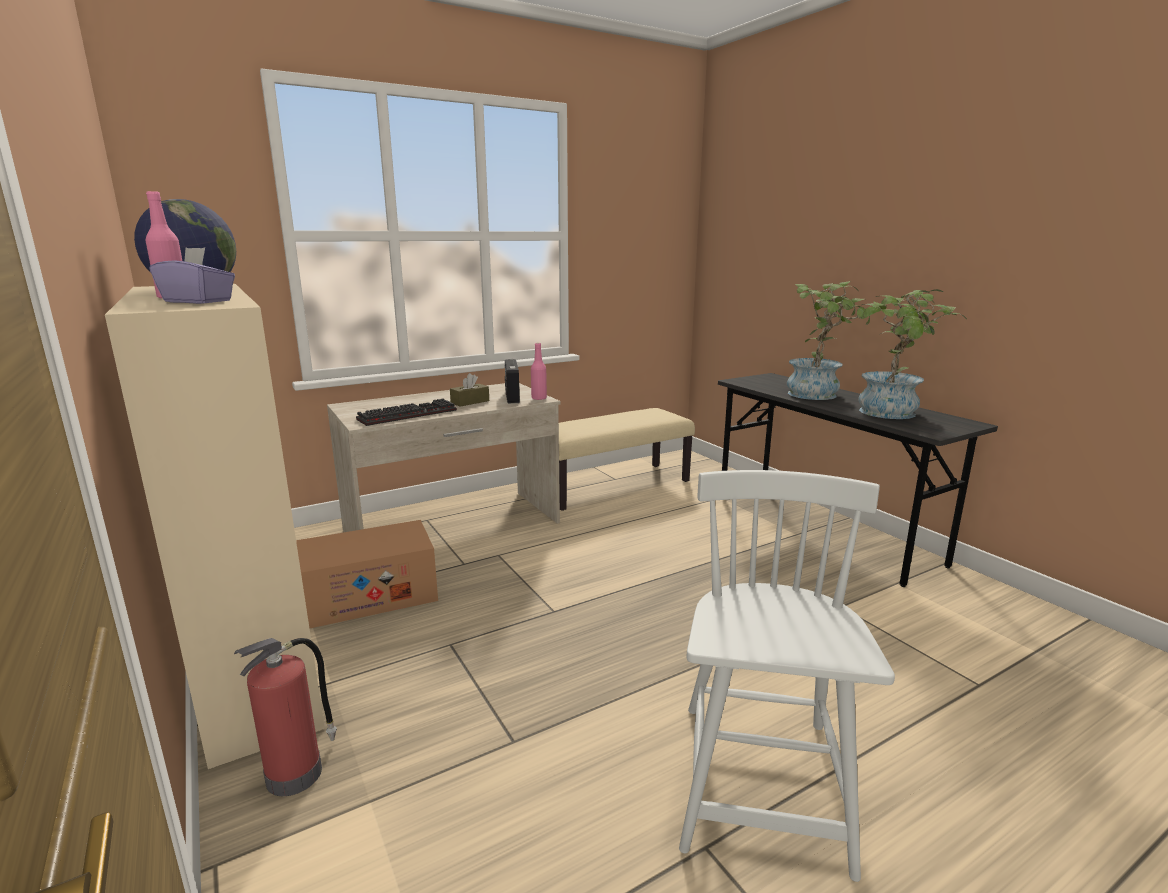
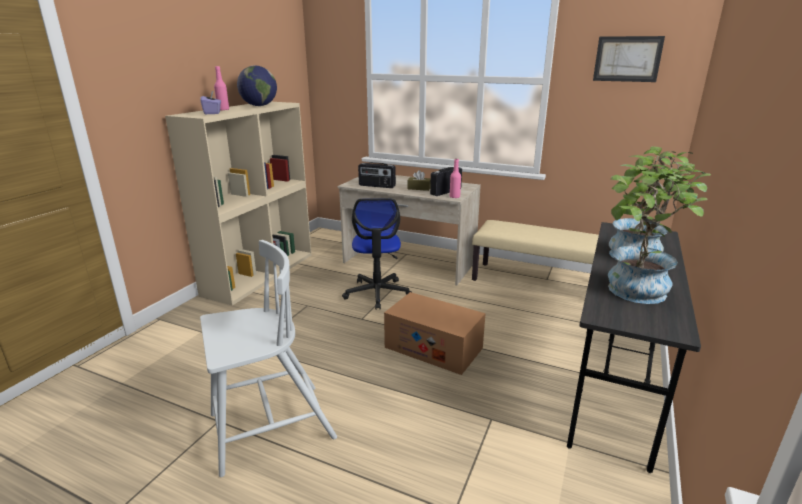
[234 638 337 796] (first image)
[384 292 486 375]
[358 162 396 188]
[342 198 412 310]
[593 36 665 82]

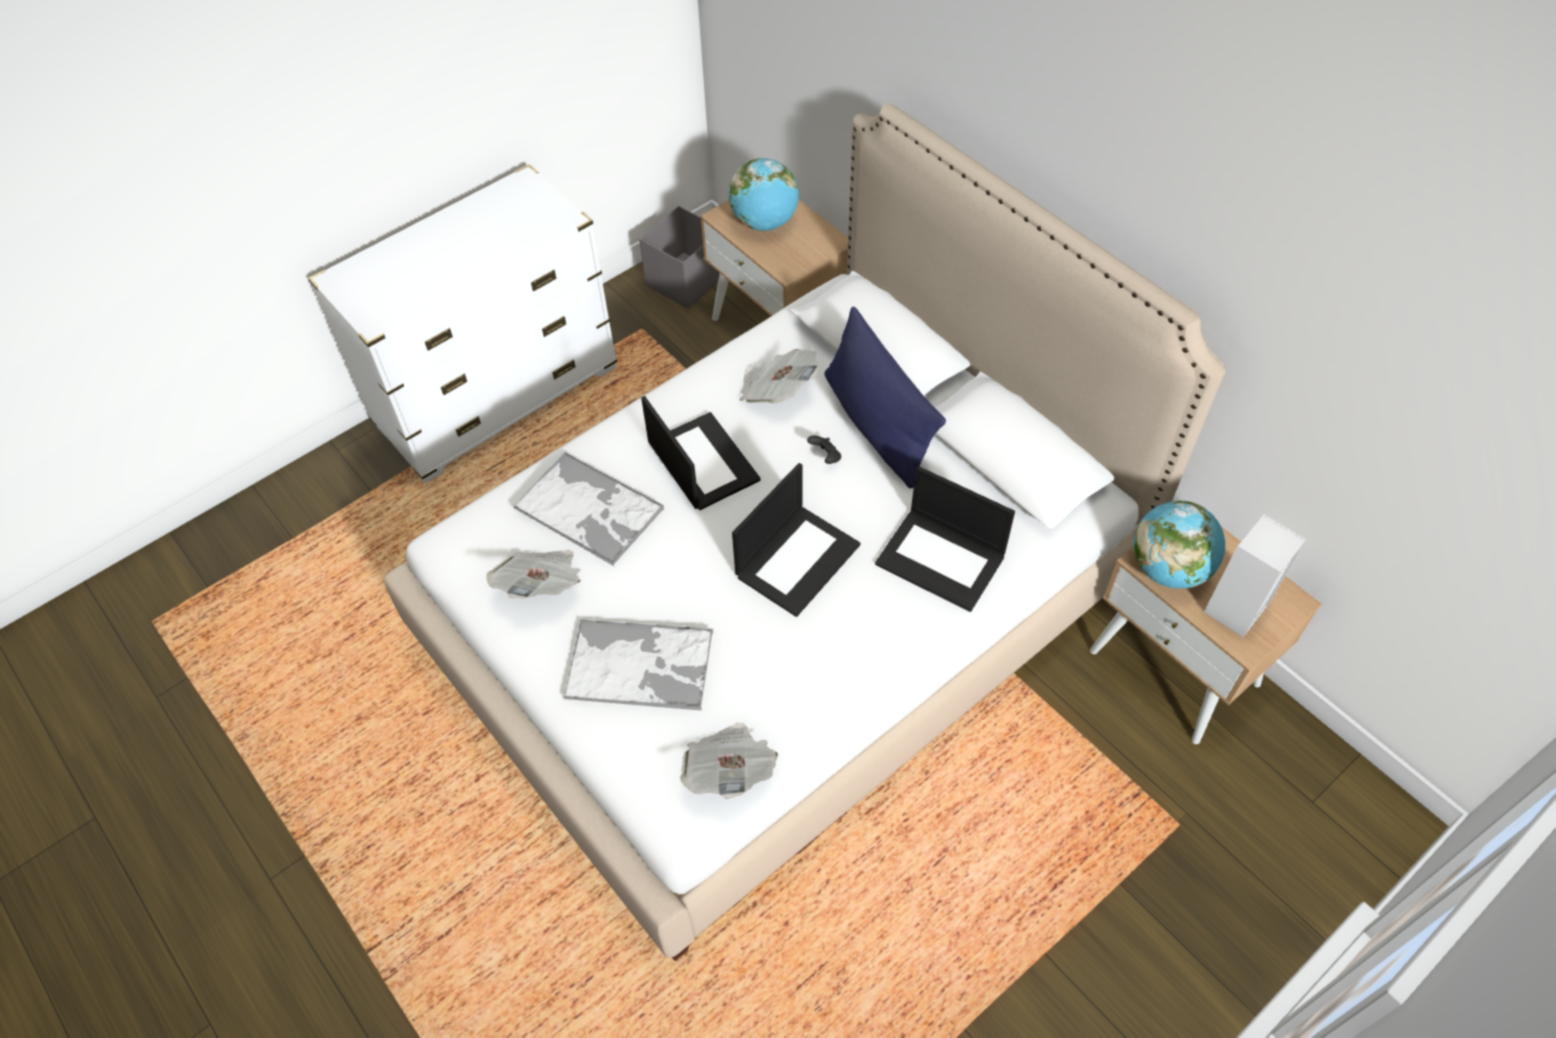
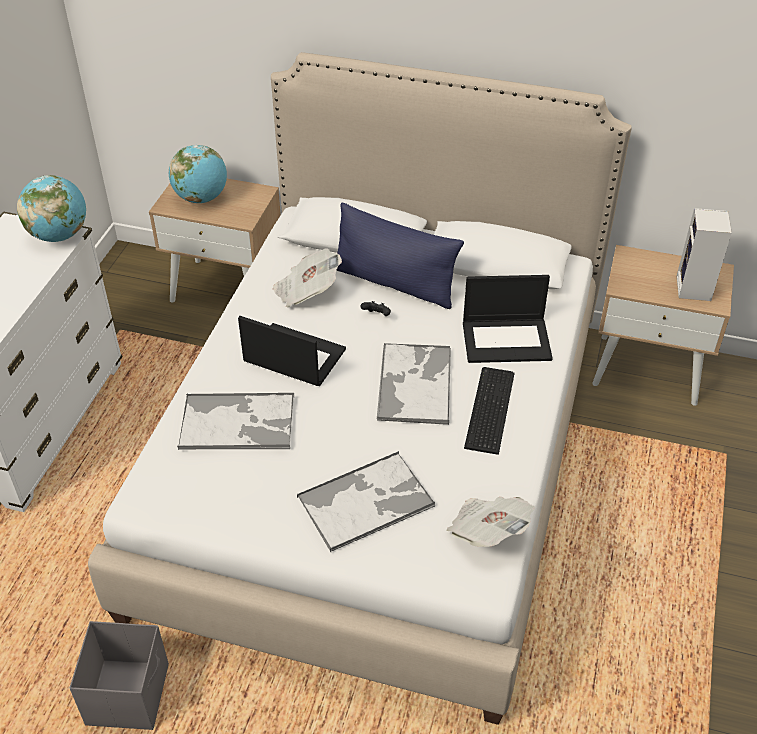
[486 550 581 598] (first image)
[69 621 169 730]
[377 343 451 425]
[17 175 86 242]
[464 367 515 455]

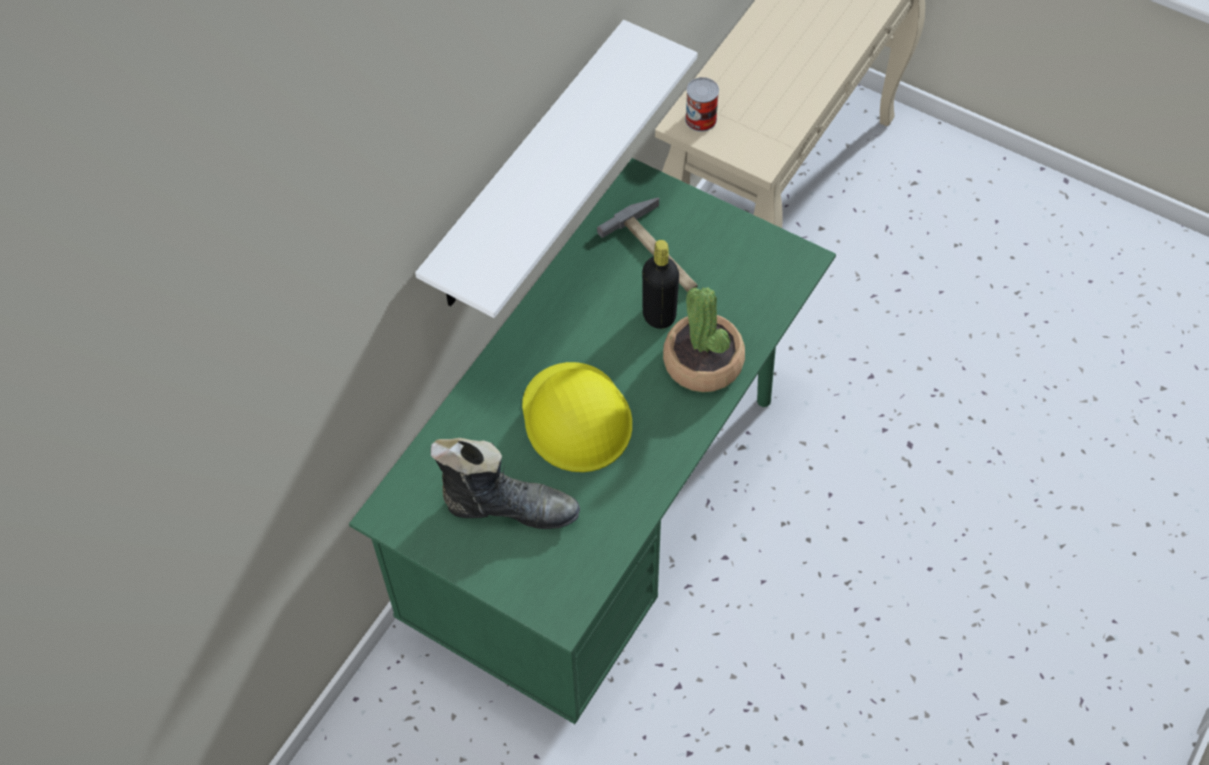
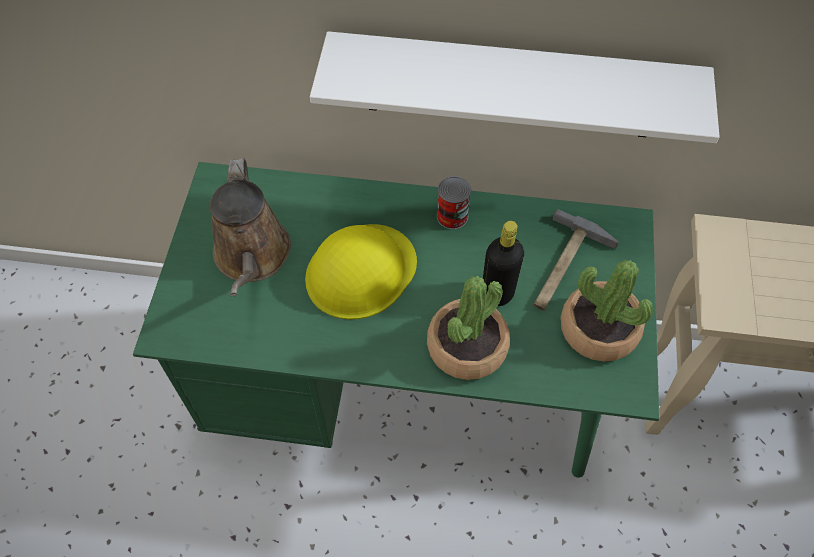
[210 158 291 296]
[437 176 471 229]
[561 260 653 362]

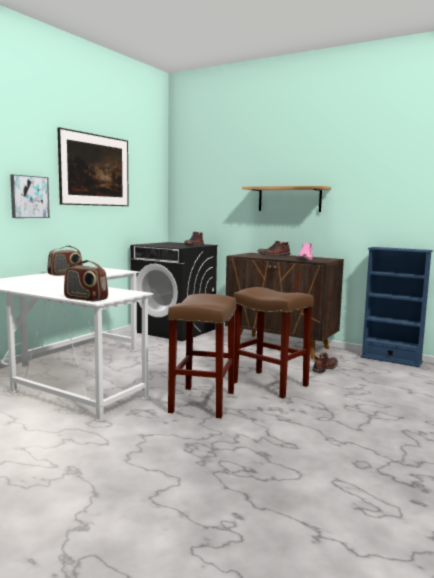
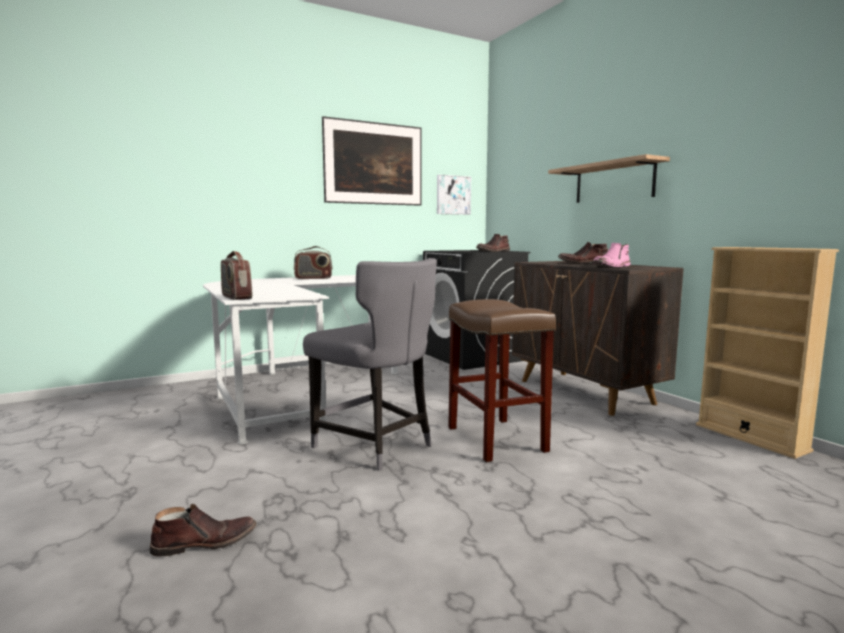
[437 175 471 215]
[303 258 437 470]
[150 504 257 557]
[696 247 839 459]

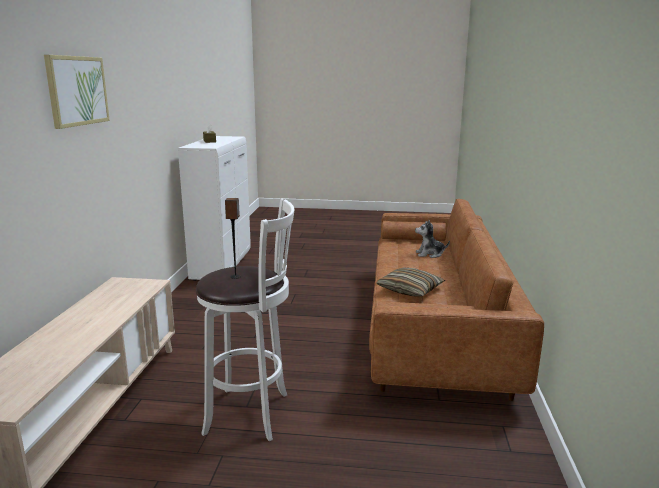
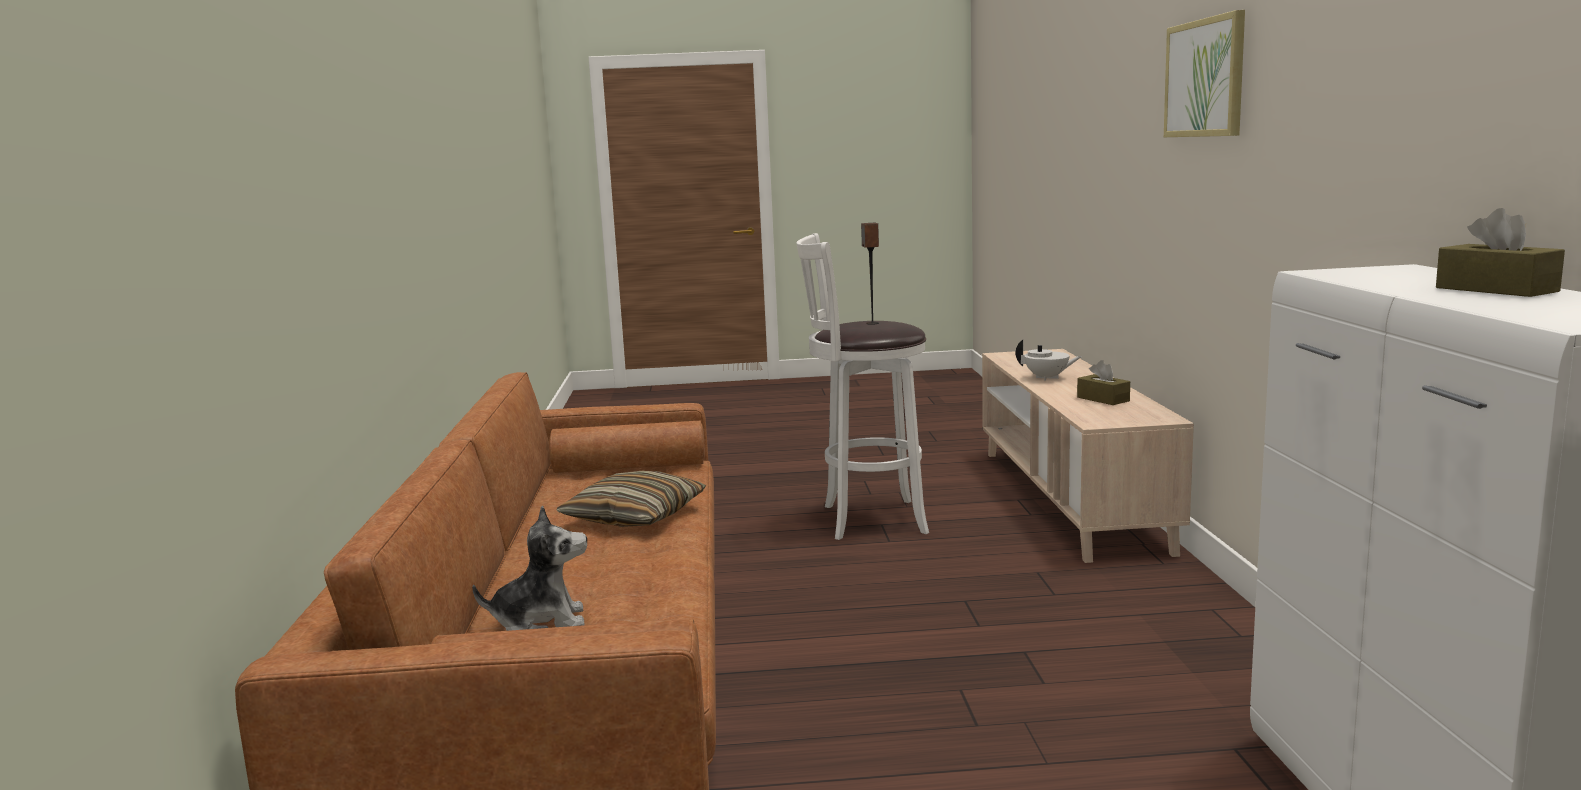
[1016 340 1082 381]
[1077 360 1130 405]

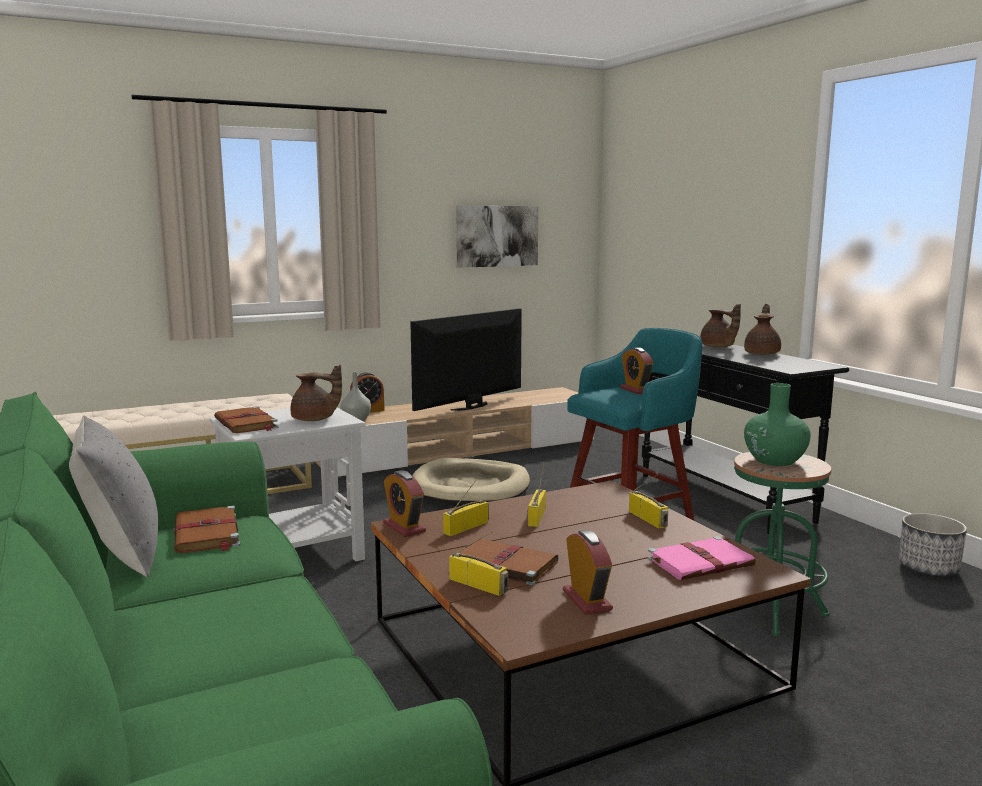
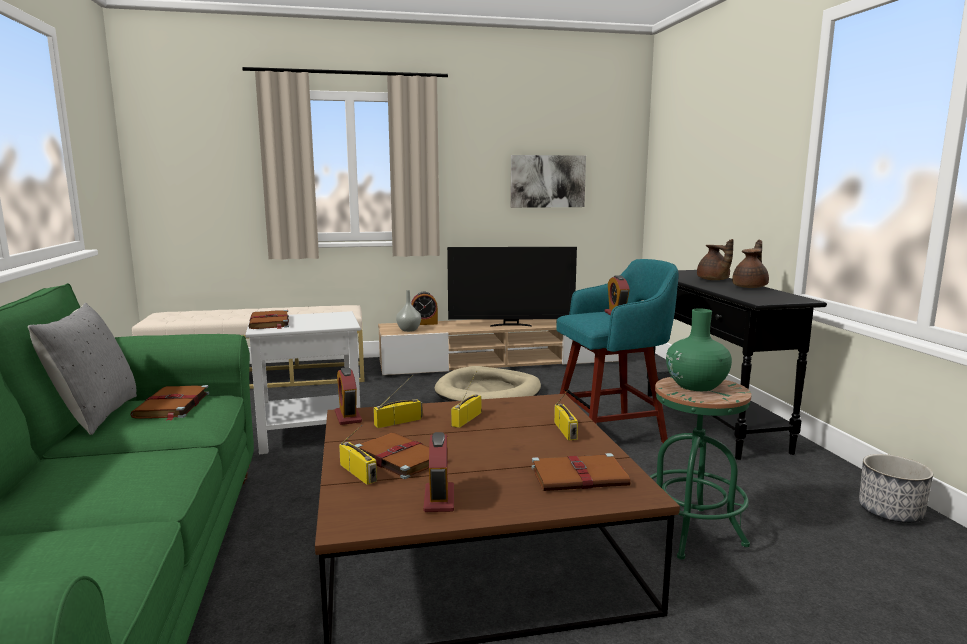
[290 365 342 421] (first image)
[447 247 577 327]
[532 453 631 491]

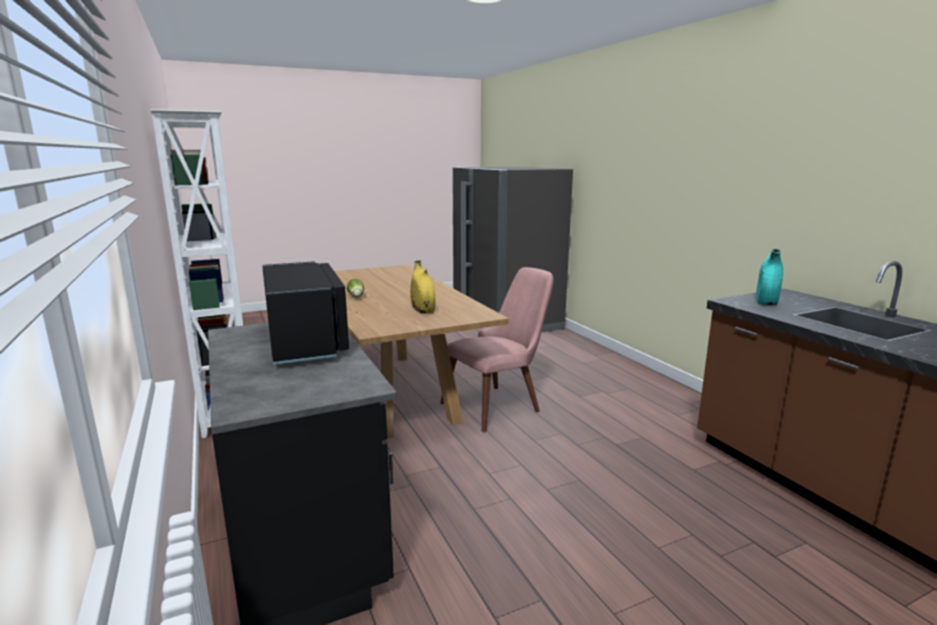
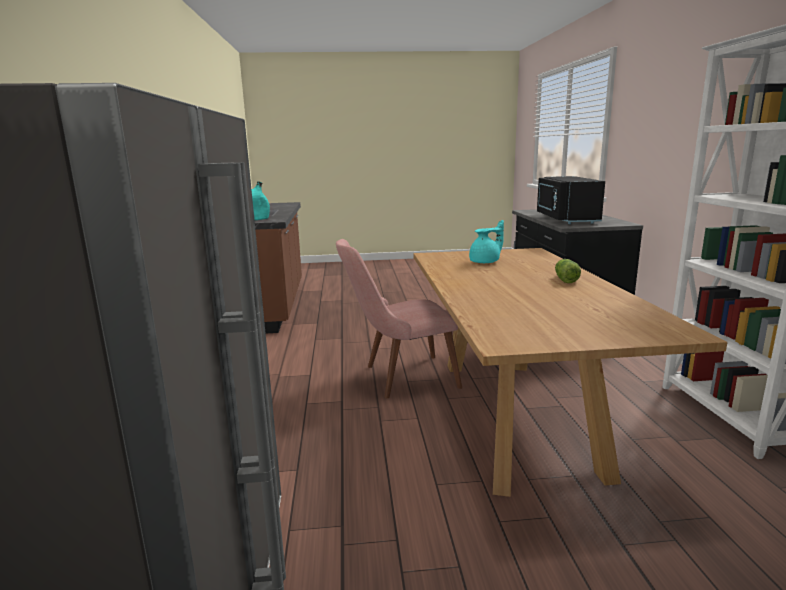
[469 220 504 263]

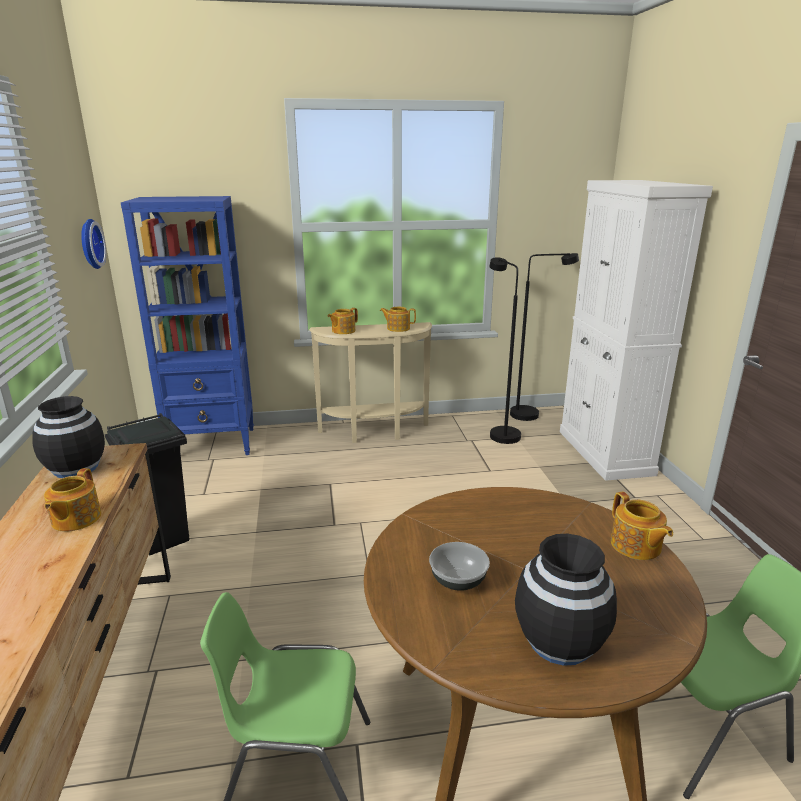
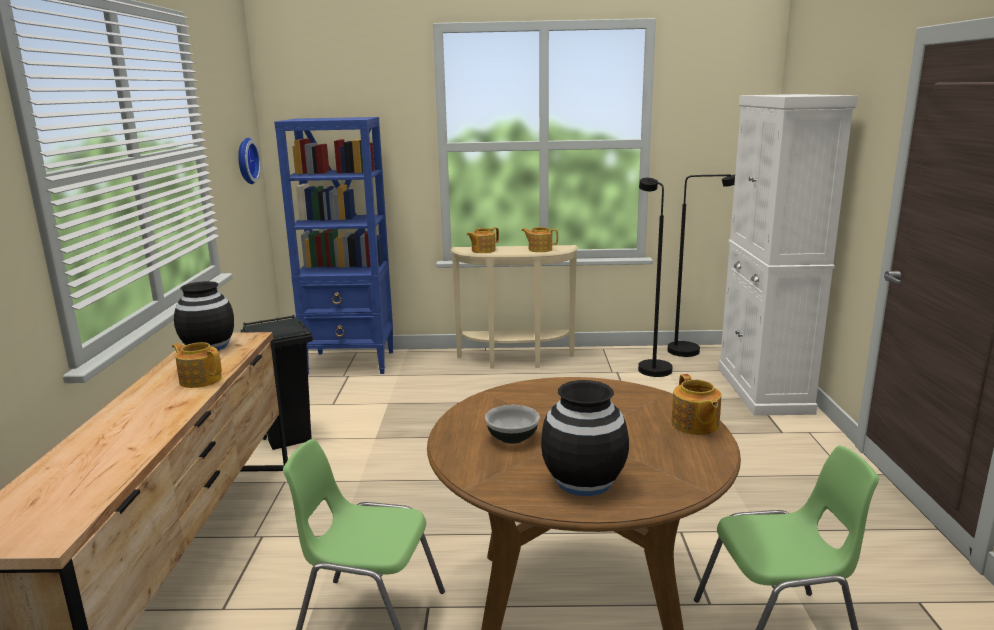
[172 342 222 388]

